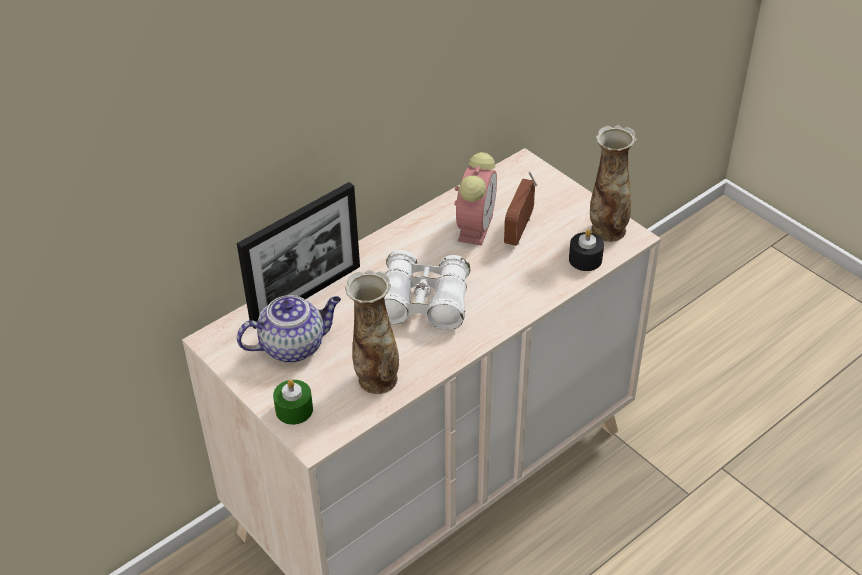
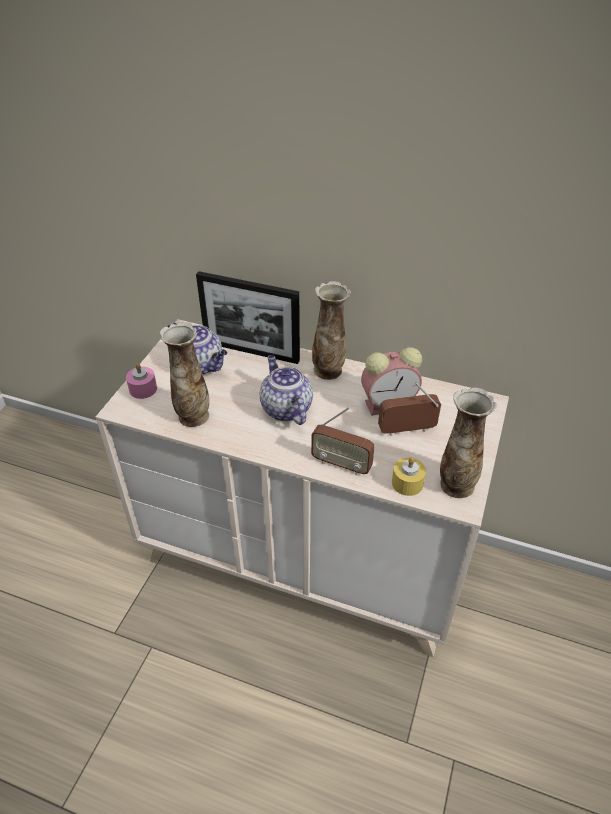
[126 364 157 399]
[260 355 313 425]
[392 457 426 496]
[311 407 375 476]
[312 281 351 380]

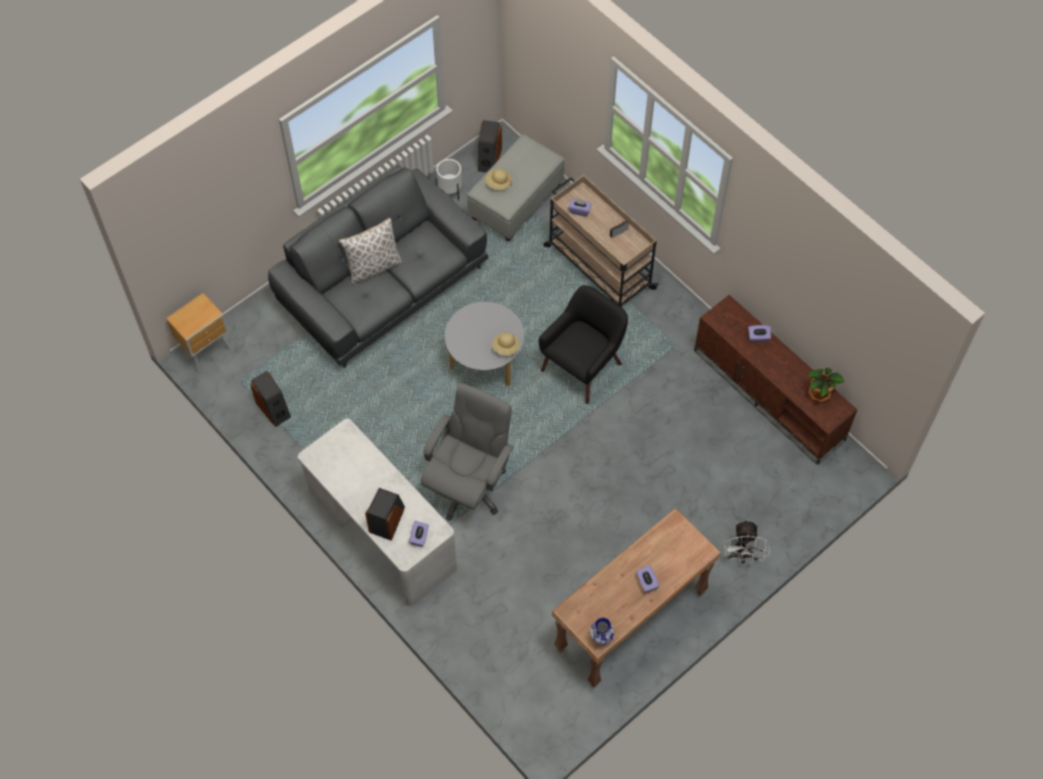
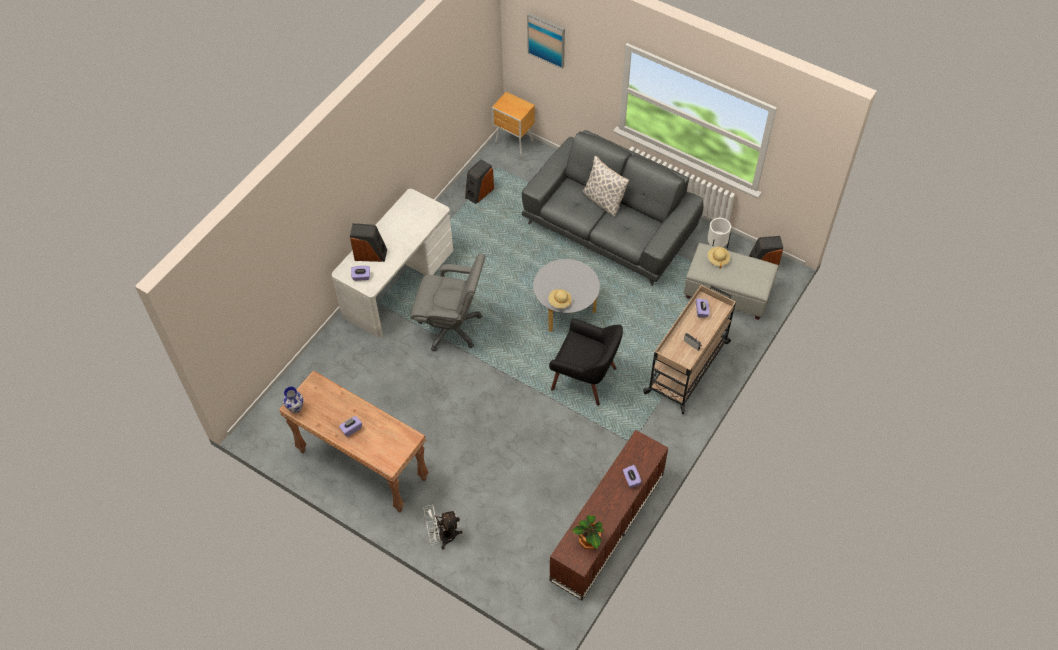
[527 13 565 69]

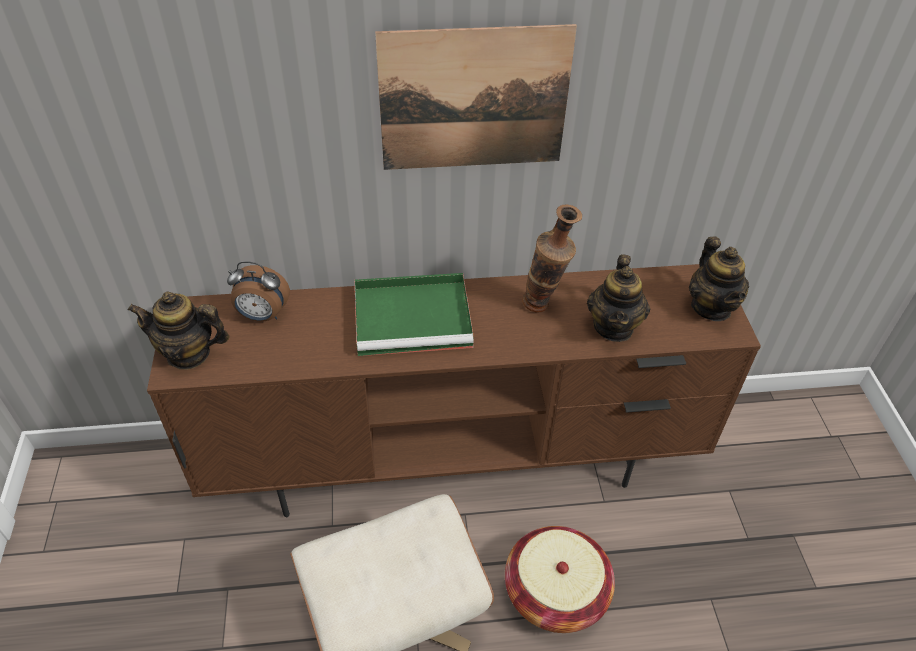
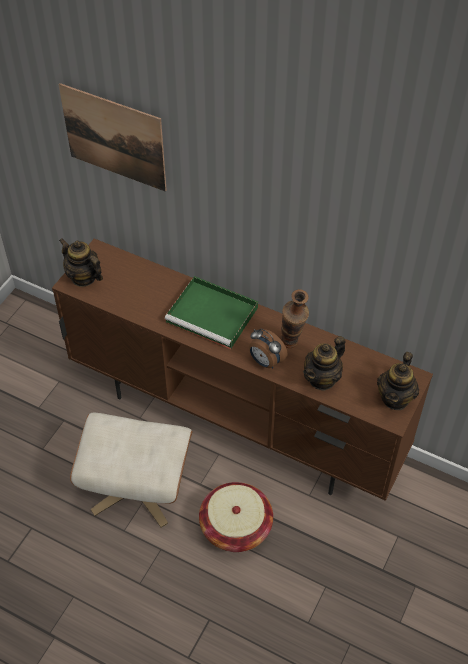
[249 329 288 368]
[59 83 167 192]

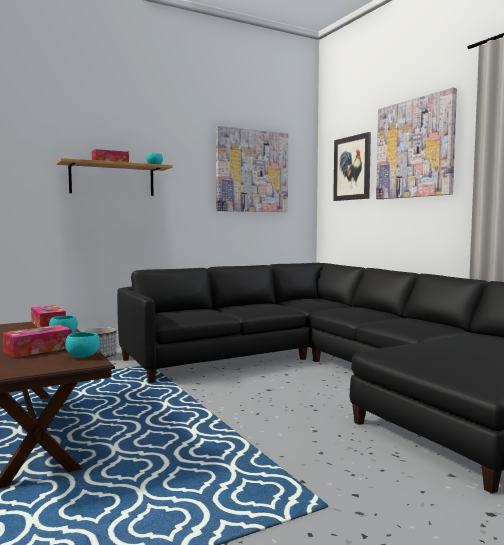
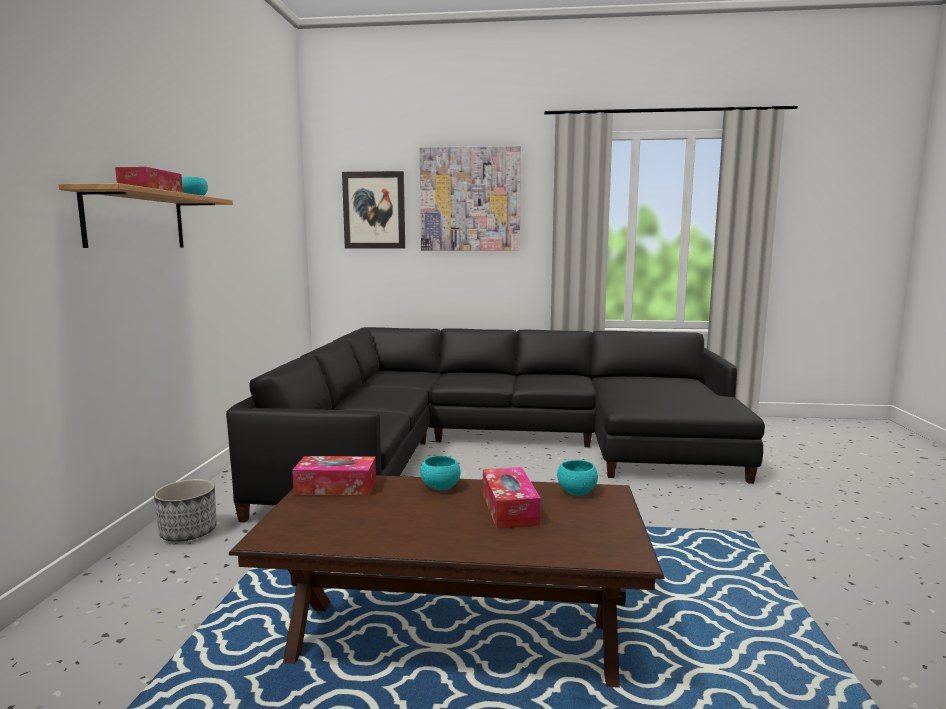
[216 126 288 212] (first image)

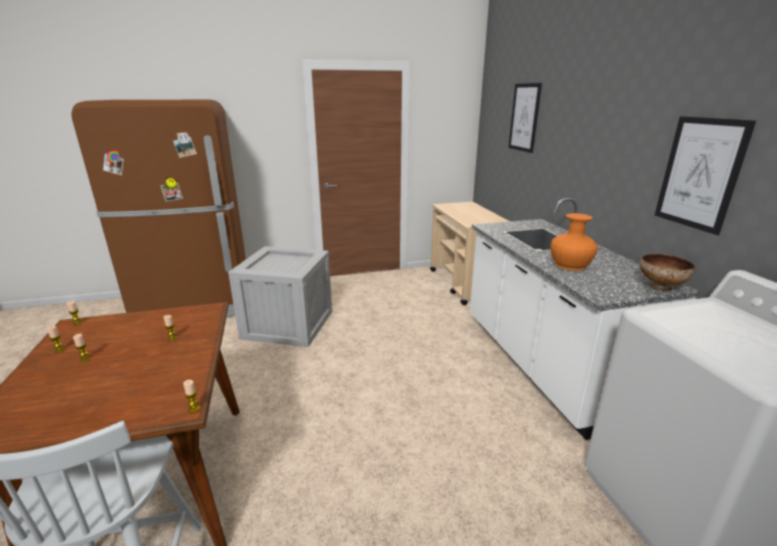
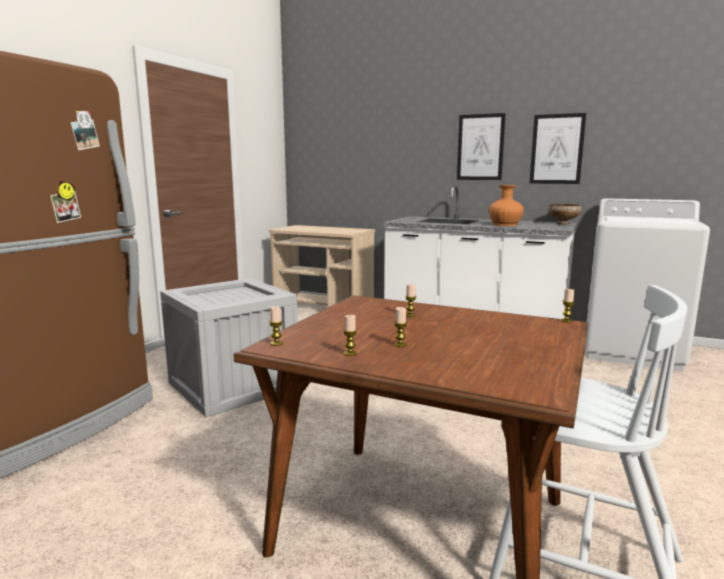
[457 113 506 180]

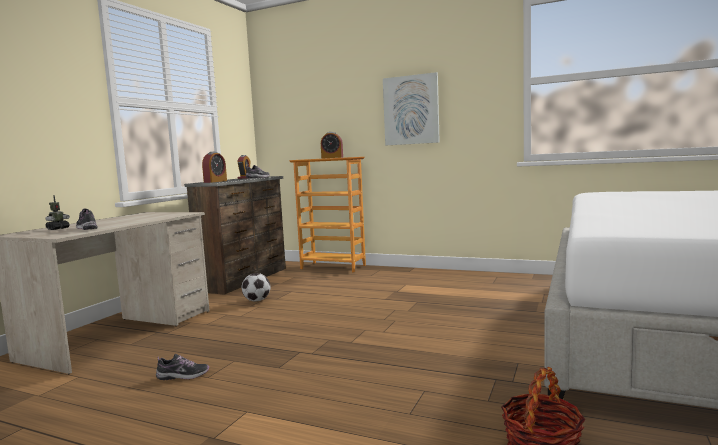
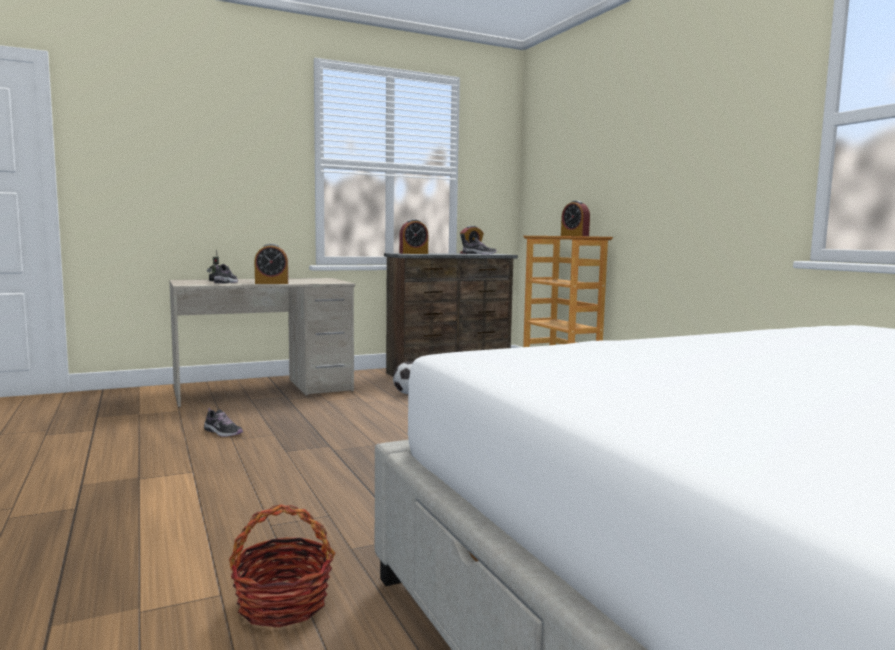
[383 72 440 145] (first image)
[254 244 288 284]

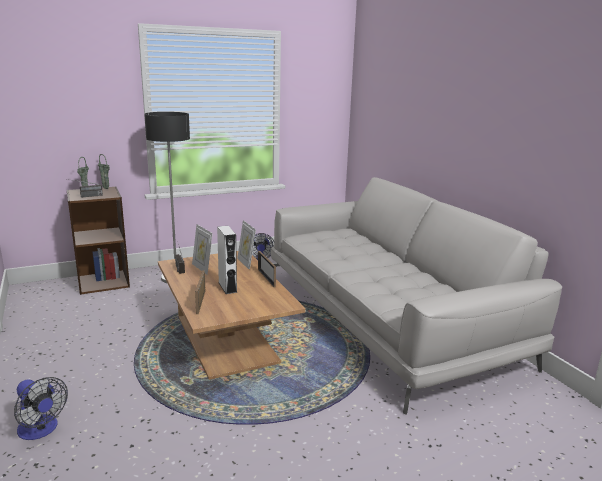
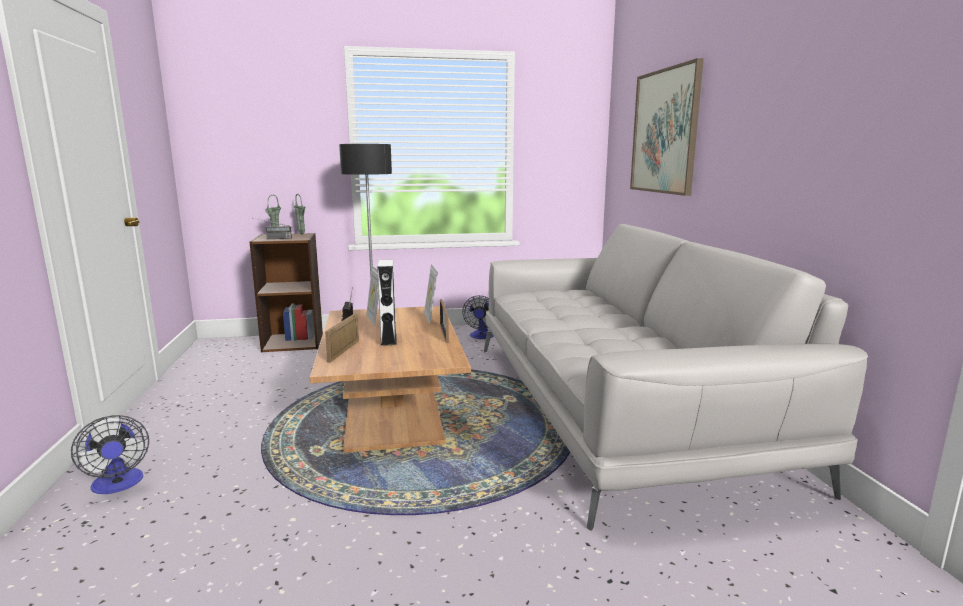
[630 58 704 196]

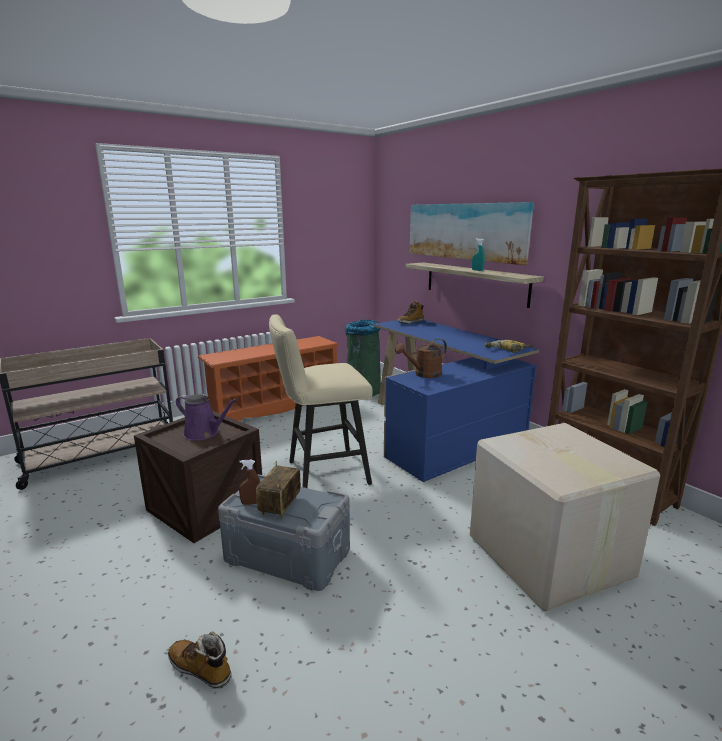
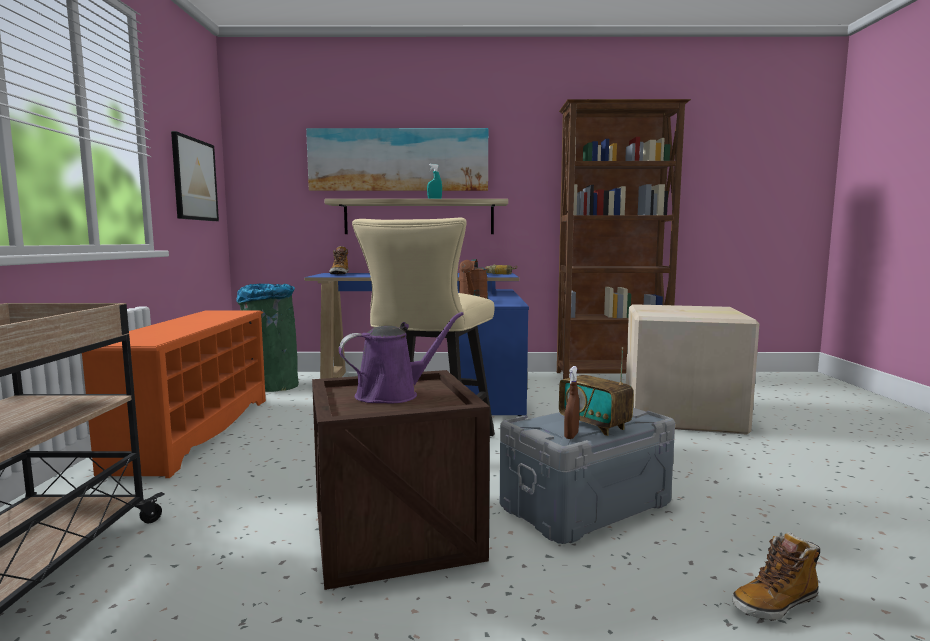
[171 131 219 221]

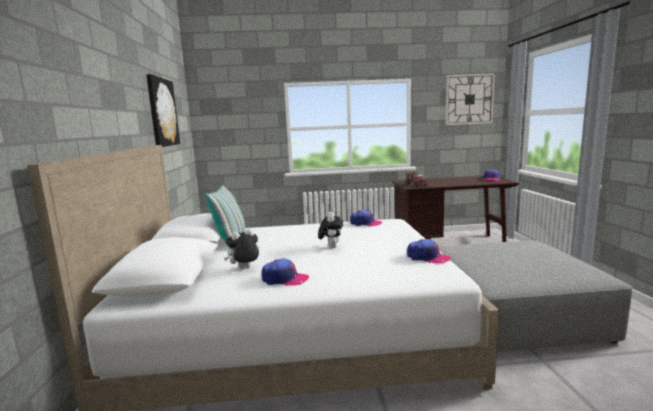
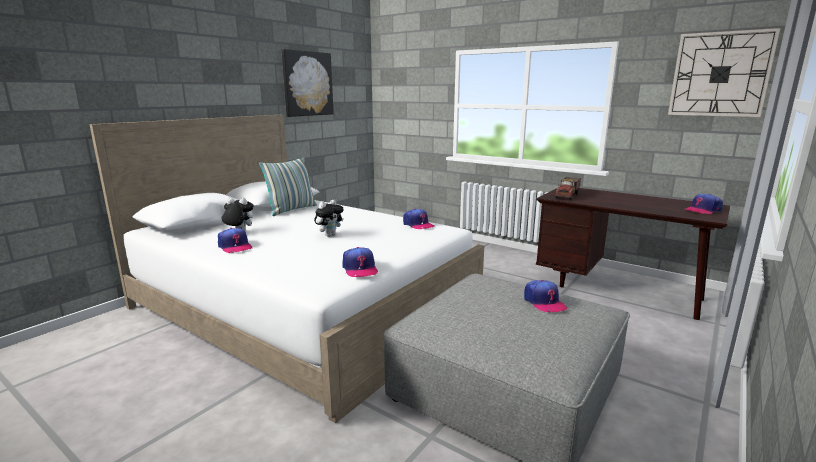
[524 280 567 312]

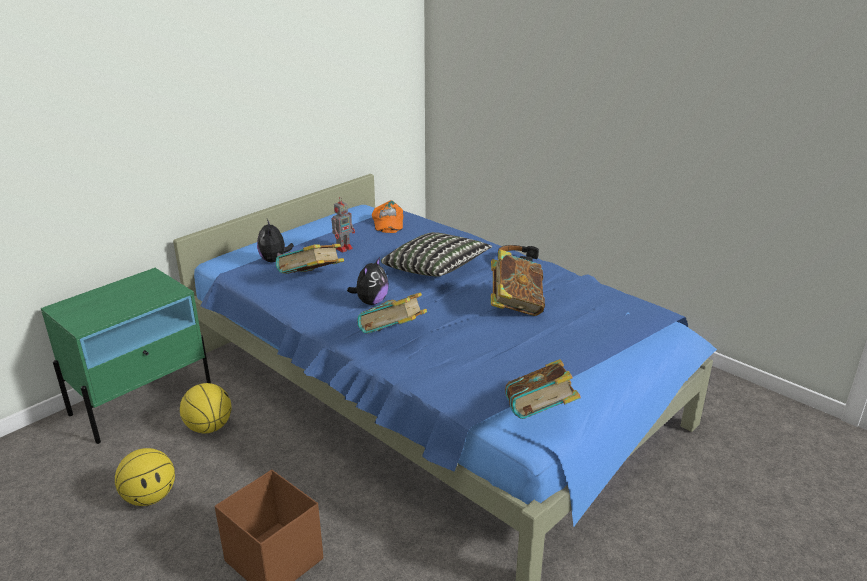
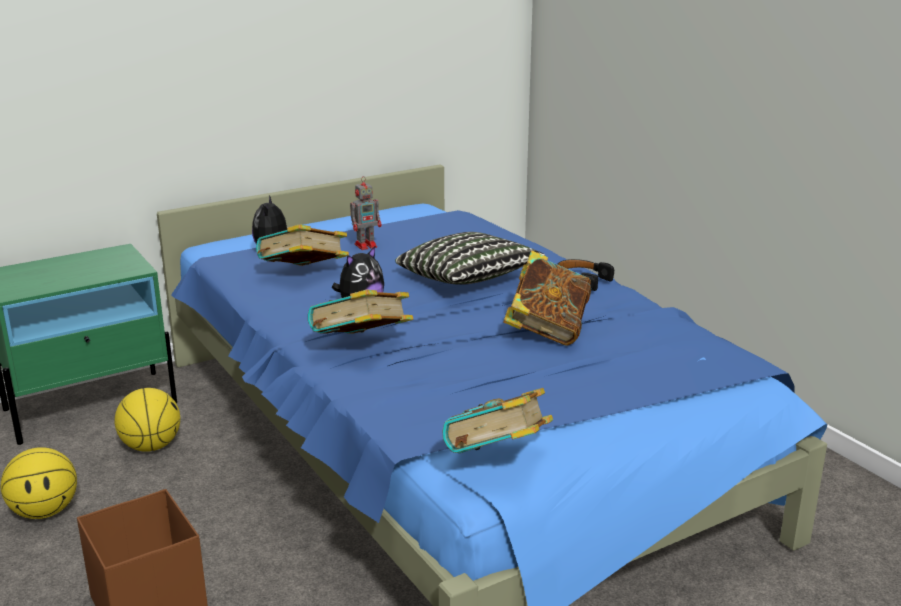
[372 200 403 233] (first image)

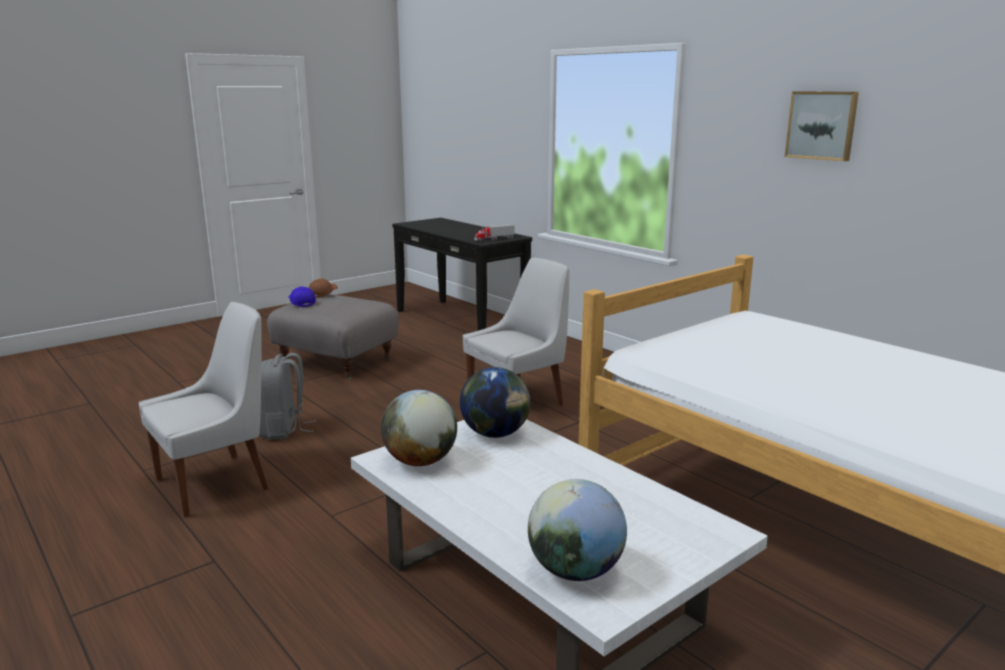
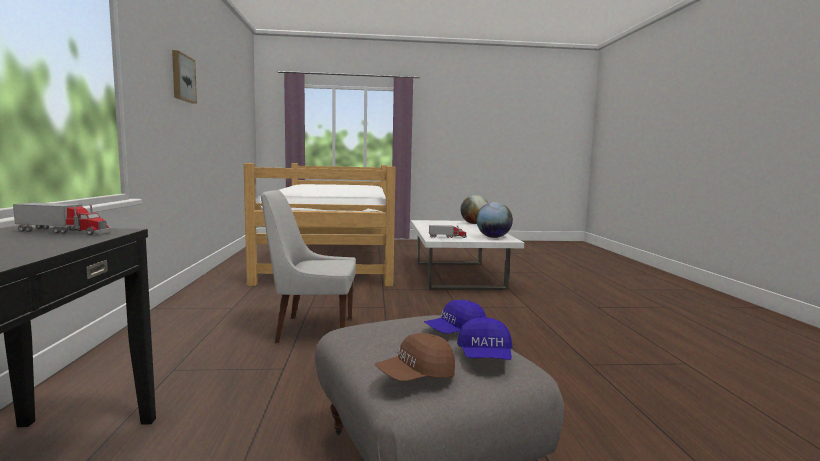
[139 302 269 517] (first image)
[259 353 316 440] (first image)
[429 225 467 238]
[424 300 486 333]

